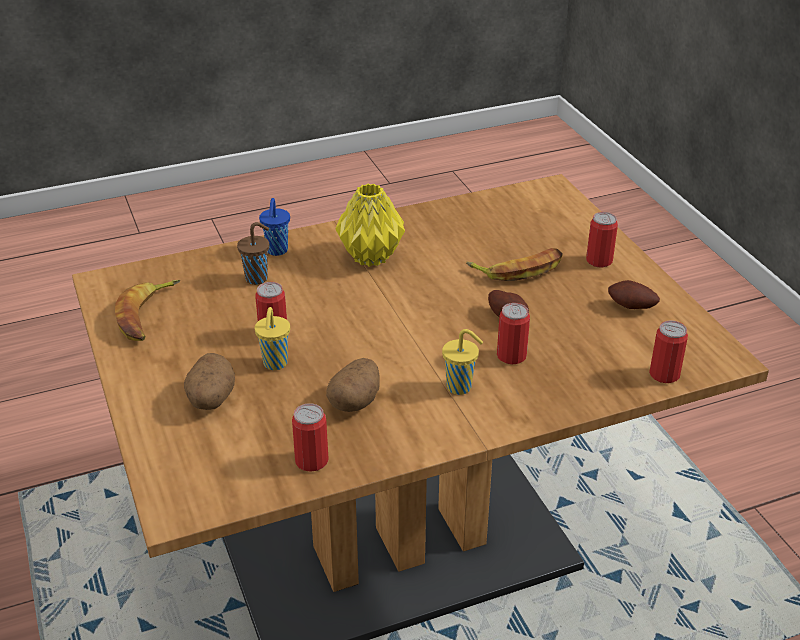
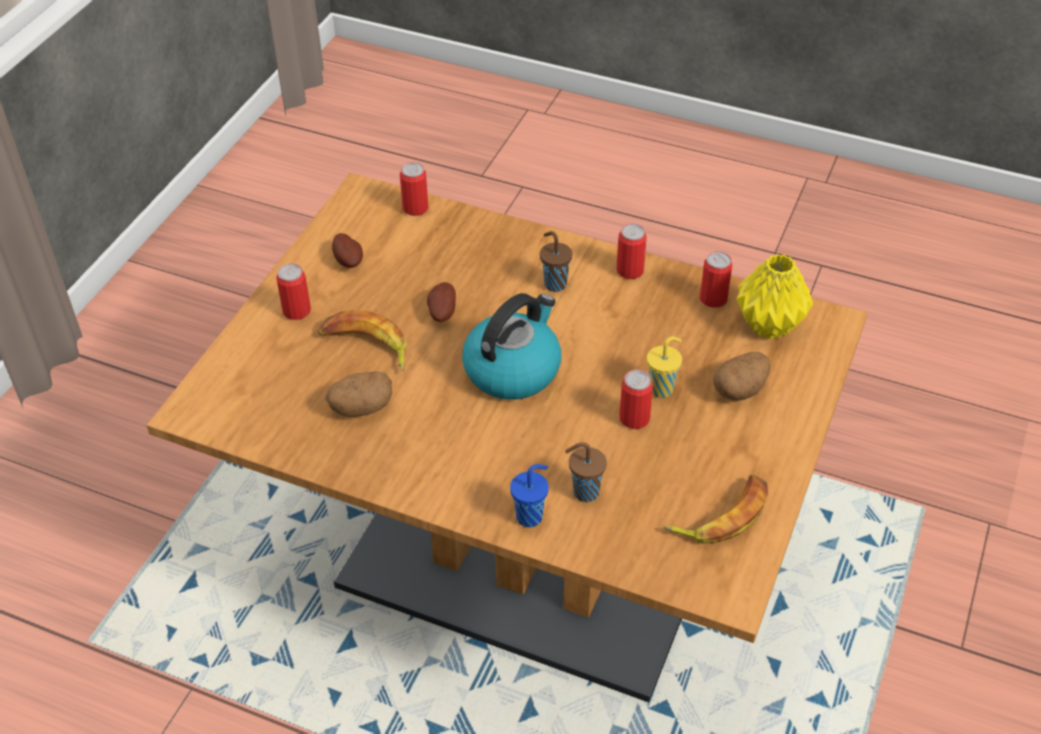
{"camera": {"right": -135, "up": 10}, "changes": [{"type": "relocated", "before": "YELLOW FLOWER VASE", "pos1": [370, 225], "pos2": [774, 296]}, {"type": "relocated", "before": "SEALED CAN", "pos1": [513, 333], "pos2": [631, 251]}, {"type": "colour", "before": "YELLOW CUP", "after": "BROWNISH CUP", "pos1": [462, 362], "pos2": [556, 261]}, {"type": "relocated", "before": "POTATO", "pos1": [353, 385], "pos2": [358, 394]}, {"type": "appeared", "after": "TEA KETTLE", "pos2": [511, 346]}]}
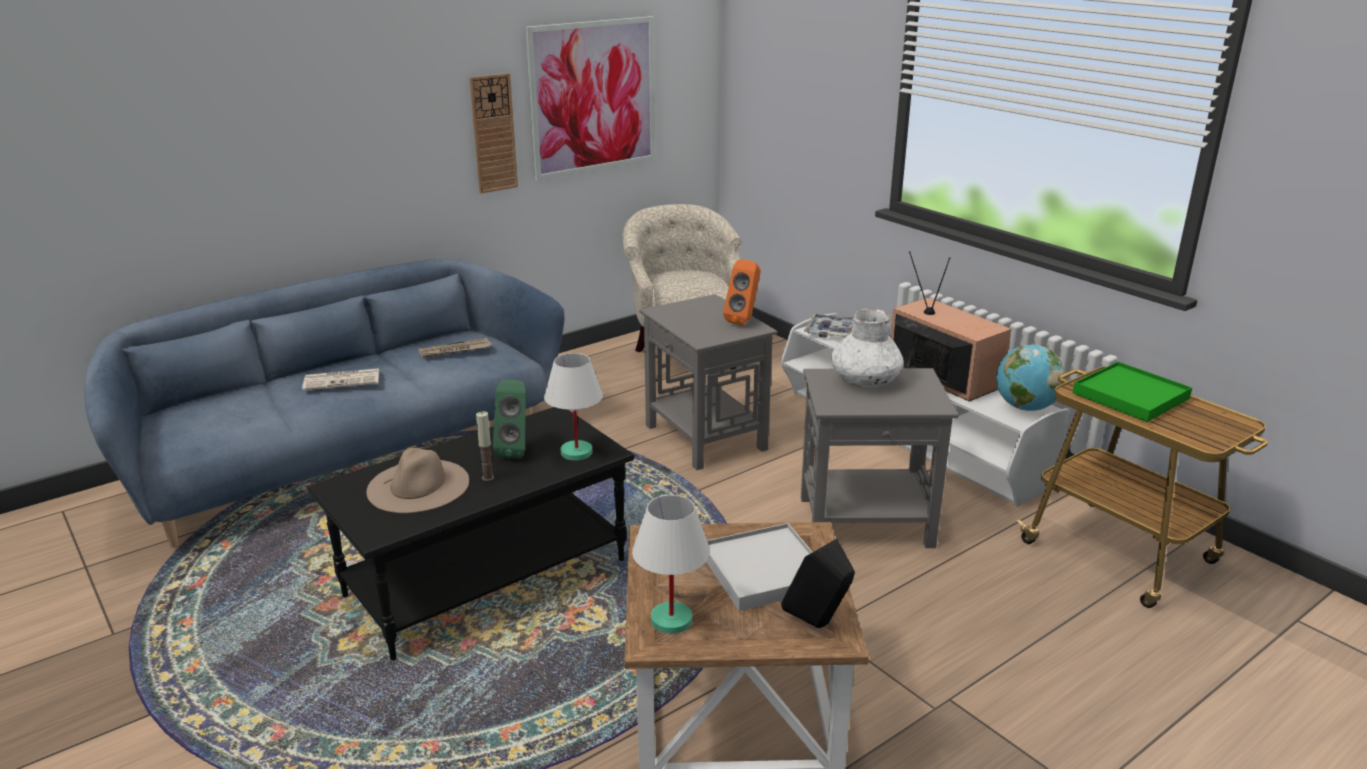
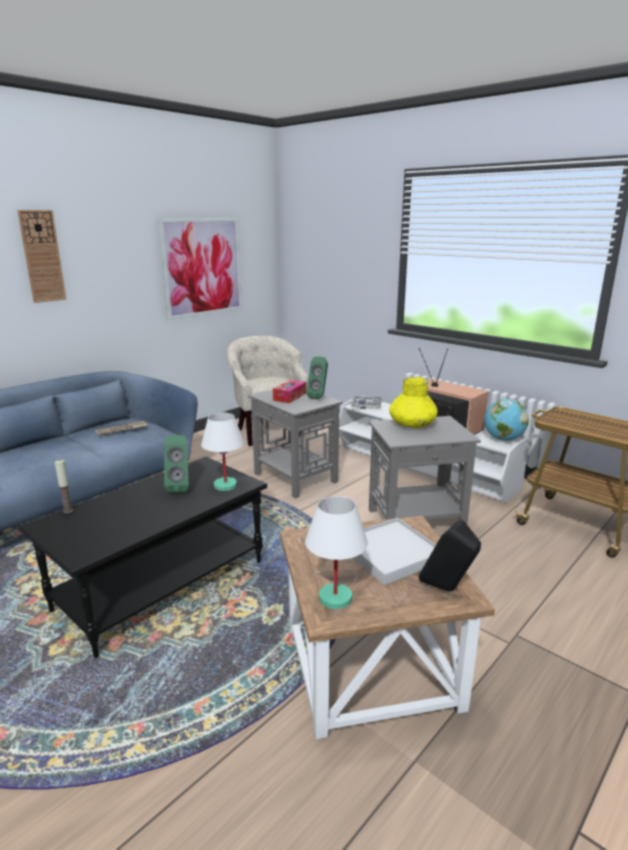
{"camera": {"right": -10, "up": -5}, "changes": [{"type": "relocated", "before": "CLOCK ON THE WALL", "pos1": [493, 133], "pos2": [41, 256]}, {"type": "colour", "before": "ORANGE-COLOURED SPEAKER", "after": "GREEN SPEAKER", "pos1": [742, 292], "pos2": [317, 378]}, {"type": "colour", "before": "WHITE FLOWER VASE", "after": "YELLOW FLOWER VASE", "pos1": [868, 347], "pos2": [413, 402]}, {"type": "missing", "before": "GREEN CARRYING TRAY", "pos1": [1132, 392]}, {"type": "missing", "before": "PRINTED PAPER", "pos1": [340, 379]}, {"type": "relocated", "before": "CANDLE", "pos1": [485, 446], "pos2": [64, 486]}, {"type": "missing", "before": "BEIGE CLOTHING HAT", "pos1": [417, 480]}, {"type": "appeared", "after": "BOX OF TISSUES", "pos2": [289, 391]}]}
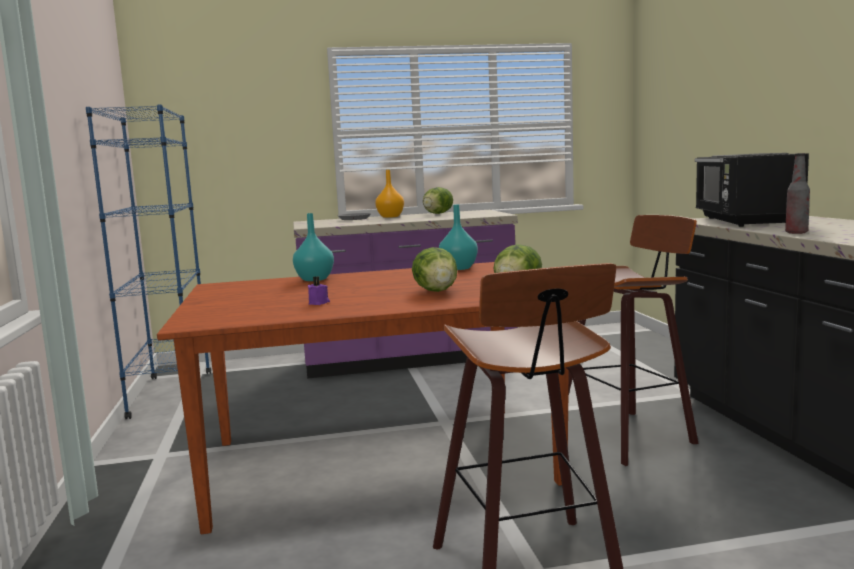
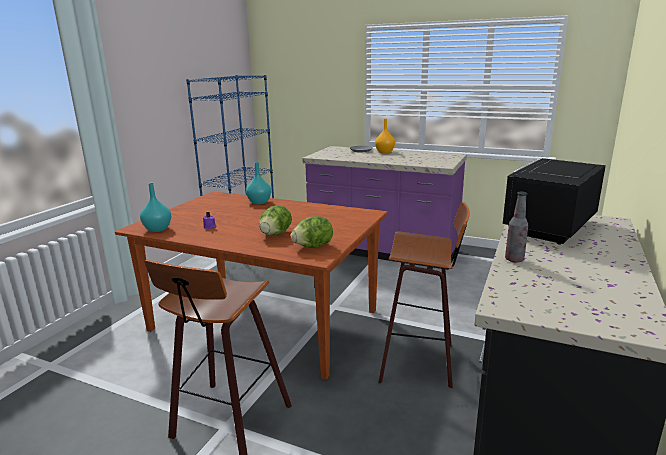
{"camera": {"right": 35, "up": 10}, "changes": [{"type": "missing", "before": "LETTUCE HEAD", "pos1": [438, 200]}, {"type": "relocated", "before": "BLUE-GREEN FLOWER VASE", "pos1": [458, 237], "pos2": [155, 207]}]}
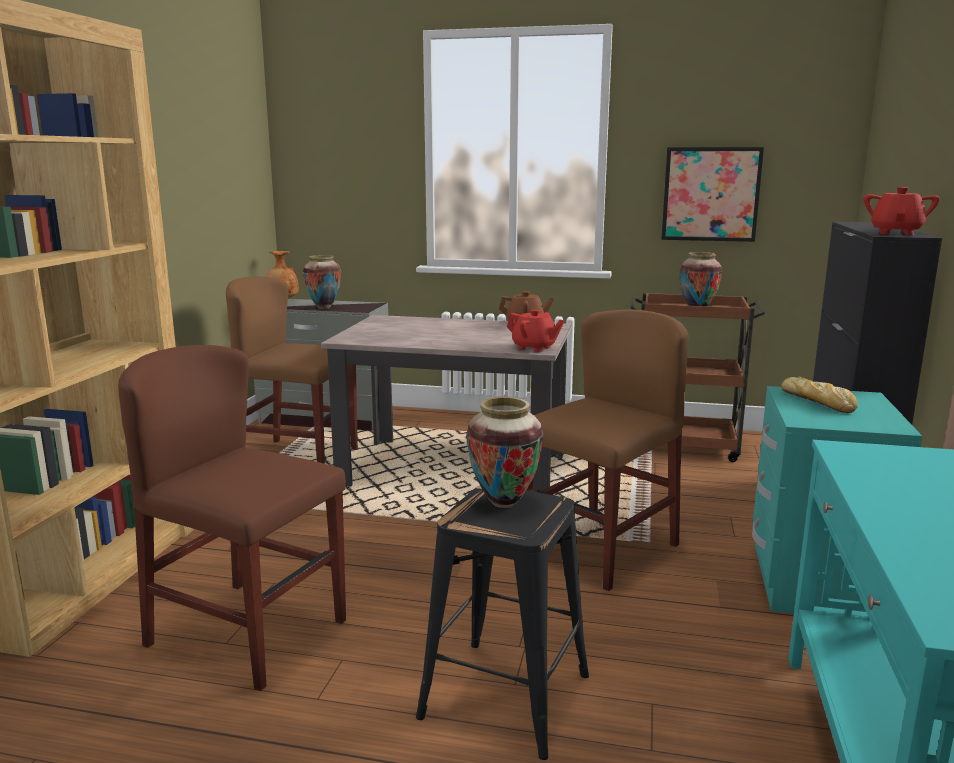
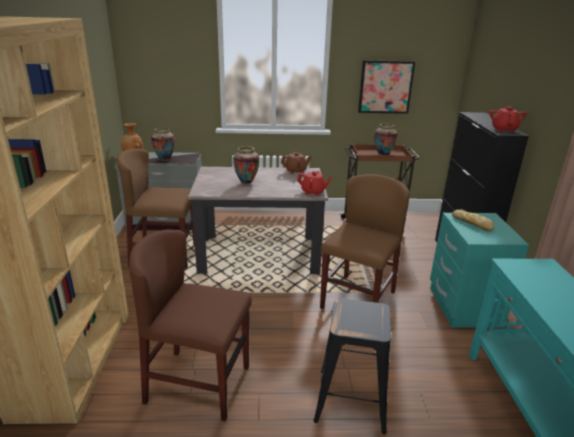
{"camera": {"right": -15, "up": 10}, "changes": [{"type": "relocated", "before": "FLOWER VASE", "pos1": [504, 452], "pos2": [246, 165]}]}
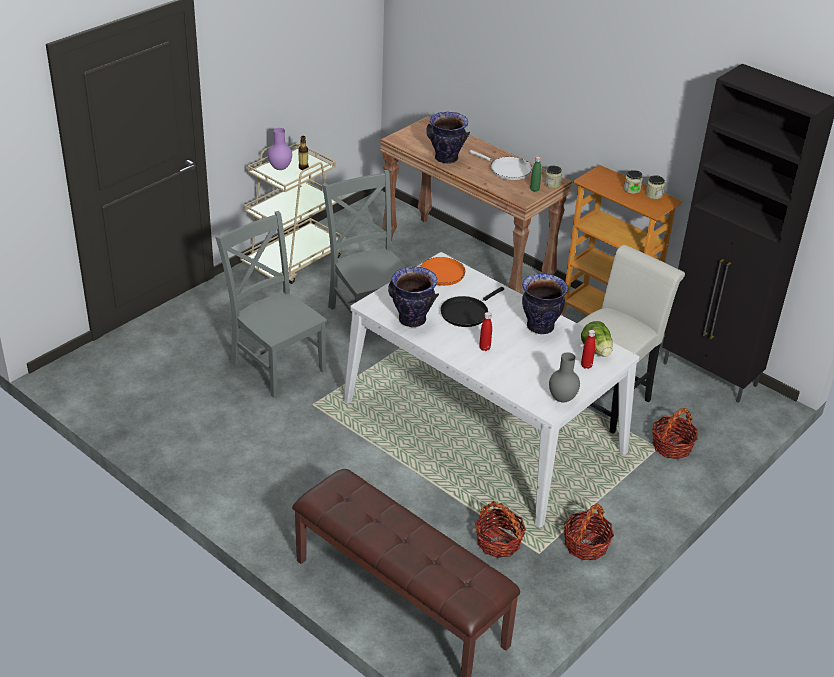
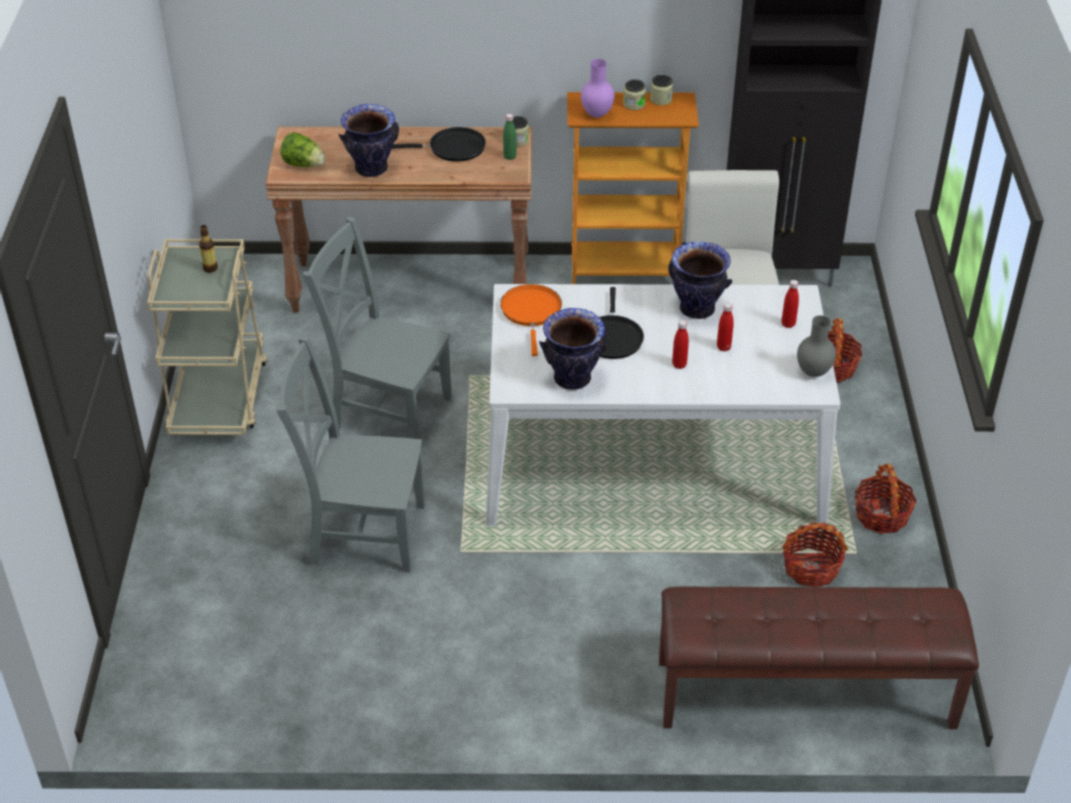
{"camera": {"right": -40, "up": 5}, "changes": [{"type": "relocated", "before": "PURPLE FLOWER VASE", "pos1": [280, 149], "pos2": [598, 88]}, {"type": "colour", "before": "WHITE PAN", "after": "BLACK-COLOURED PAN", "pos1": [500, 165], "pos2": [439, 144]}, {"type": "relocated", "before": "LETTUCE HEAD", "pos1": [597, 339], "pos2": [303, 149]}, {"type": "appeared", "after": "RED-COLOURED BOTTLE", "pos2": [725, 327]}]}
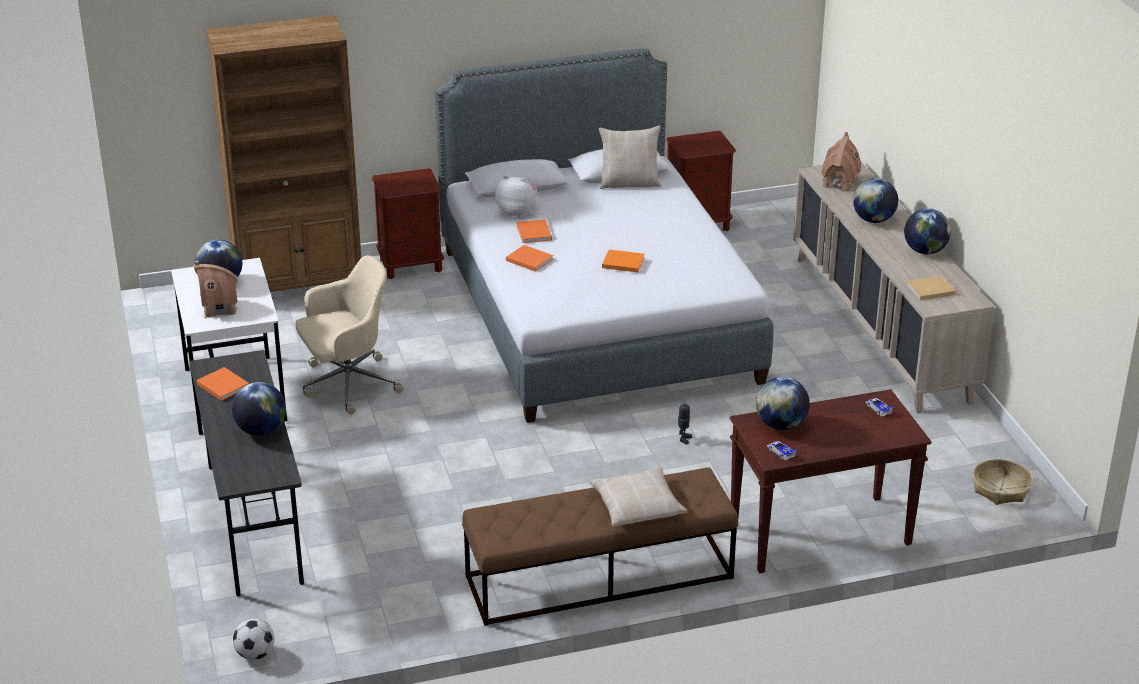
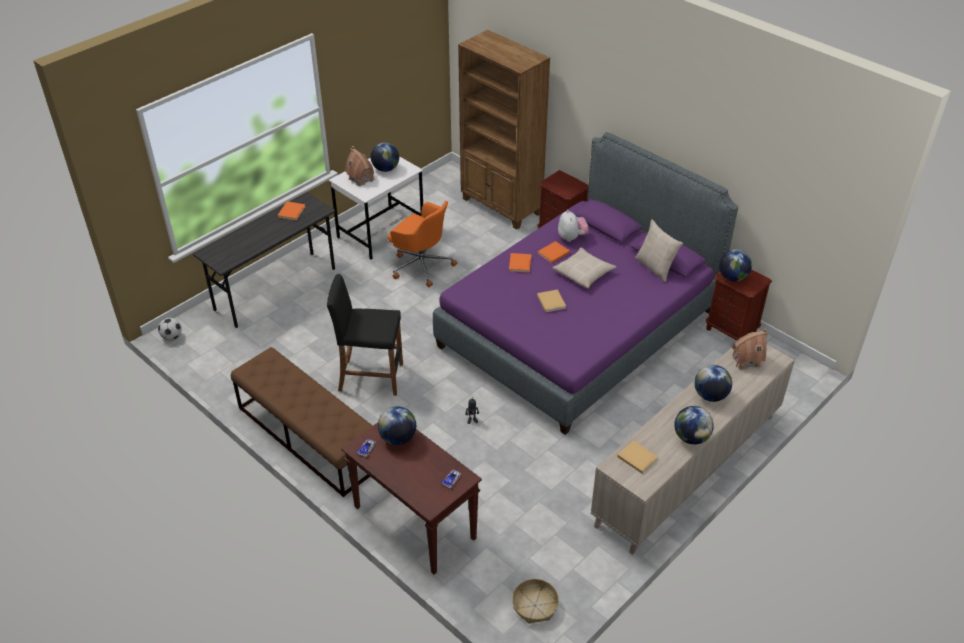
{"camera": {"right": 60, "up": 10}, "changes": [{"type": "colour", "before": "GREY SLEEPING BED", "after": "PURPLE SLEEPING BED", "pos1": [603, 235], "pos2": [585, 283]}, {"type": "colour", "before": "ORANGE-COLOURED BOOK", "after": "BEIGE BOOK", "pos1": [623, 260], "pos2": [551, 301]}, {"type": "colour", "before": "BEIGE DESK CHAIR", "after": "ORANGE-COLOURED DESK CHAIR", "pos1": [350, 335], "pos2": [422, 244]}, {"type": "relocated", "before": "DESK GLOBE", "pos1": [259, 409], "pos2": [735, 265]}, {"type": "relocated", "before": "BEIGE THROW PILLOW", "pos1": [638, 497], "pos2": [584, 268]}, {"type": "appeared", "after": "BLACK-COLOURED STOOL SEAT", "pos2": [365, 335]}]}
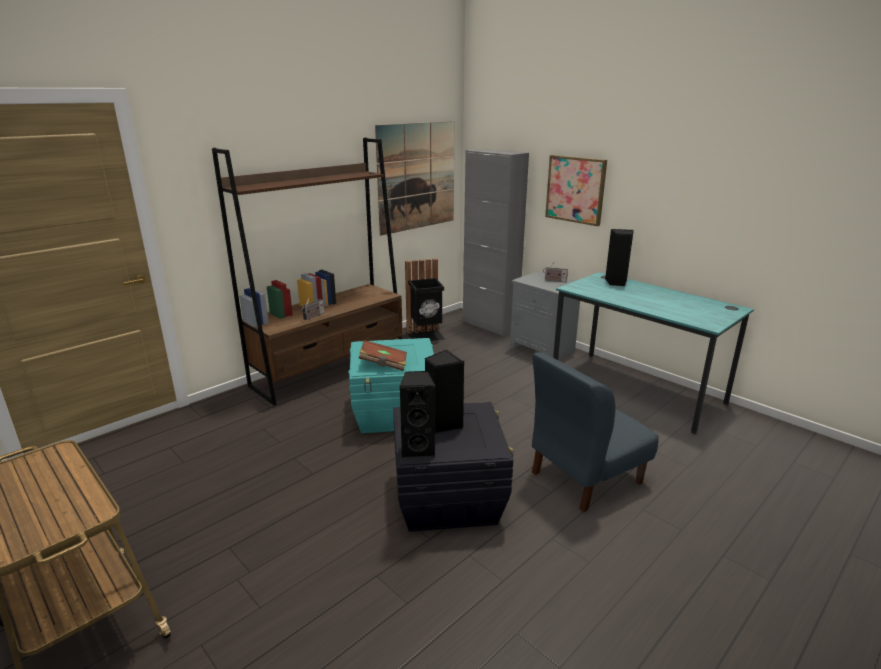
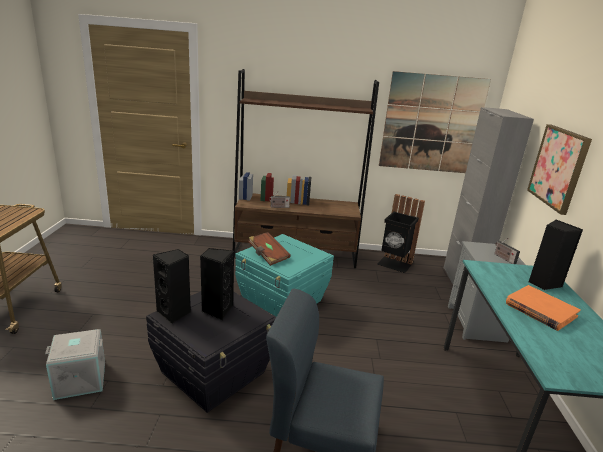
{"camera": {"right": 45, "up": 0}, "changes": [{"type": "appeared", "after": "ORANGE-COLOURED BOOK", "pos2": [543, 308]}, {"type": "appeared", "after": "GREY STORAGE BIN", "pos2": [75, 364]}]}
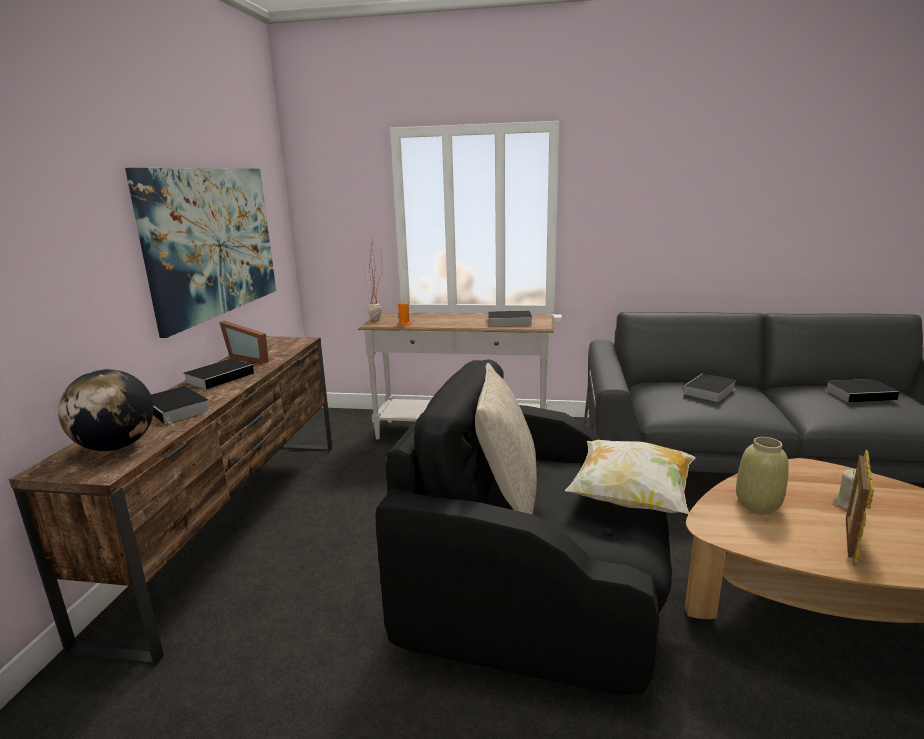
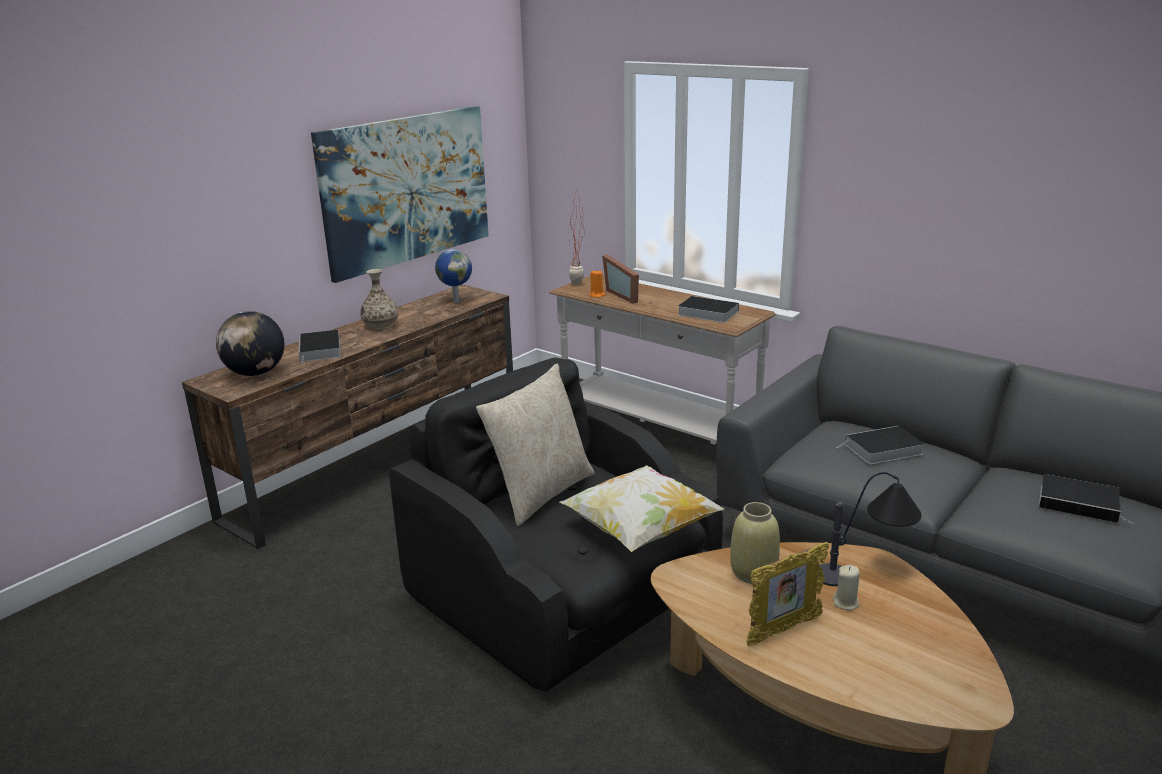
{"camera": {"right": 30, "up": 5}, "changes": [{"type": "relocated", "before": "STANDING FRAME", "pos1": [244, 342], "pos2": [620, 279]}, {"type": "exchanged", "before": "BOOK", "after": "FLOWER VASE", "pos1": [218, 374], "pos2": [379, 299]}, {"type": "appeared", "after": "DESK GLOBE", "pos2": [453, 276]}, {"type": "appeared", "after": "TABLETOP LAMP", "pos2": [870, 529]}]}
